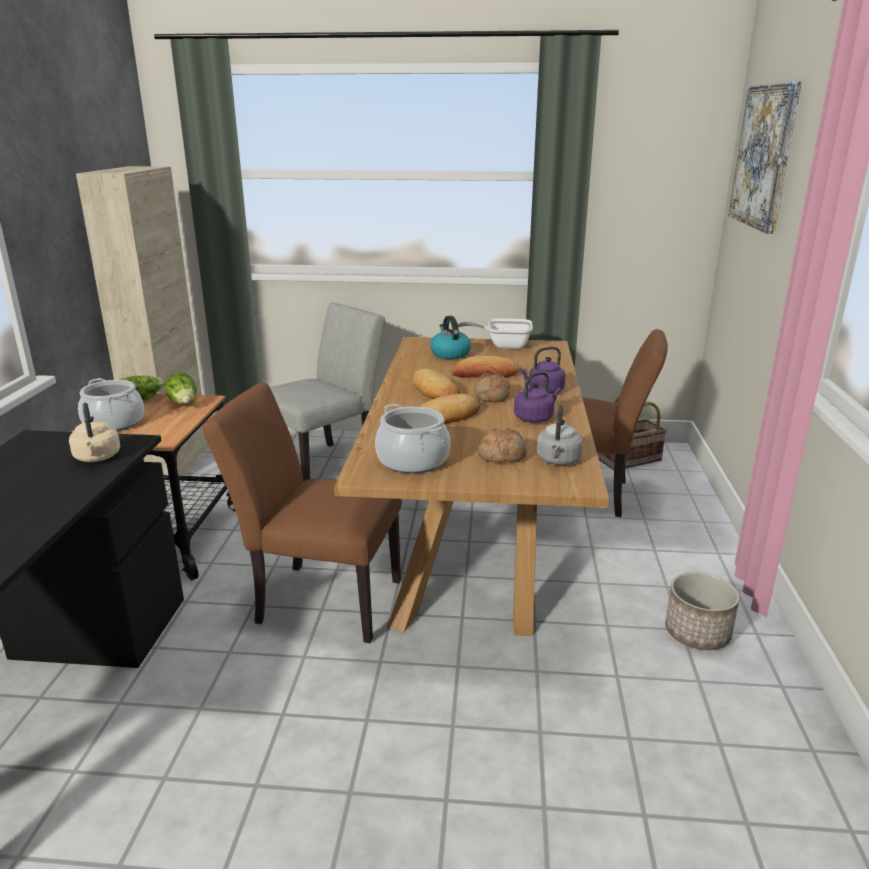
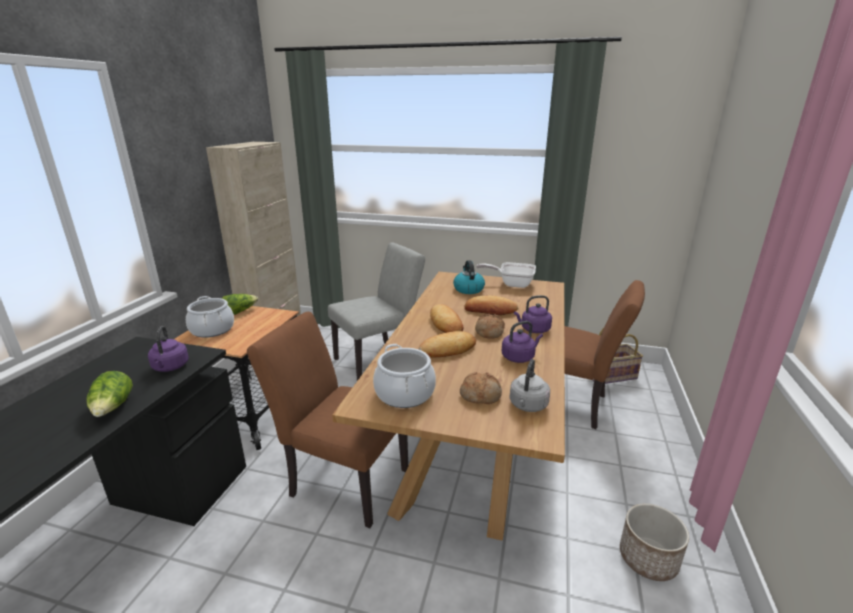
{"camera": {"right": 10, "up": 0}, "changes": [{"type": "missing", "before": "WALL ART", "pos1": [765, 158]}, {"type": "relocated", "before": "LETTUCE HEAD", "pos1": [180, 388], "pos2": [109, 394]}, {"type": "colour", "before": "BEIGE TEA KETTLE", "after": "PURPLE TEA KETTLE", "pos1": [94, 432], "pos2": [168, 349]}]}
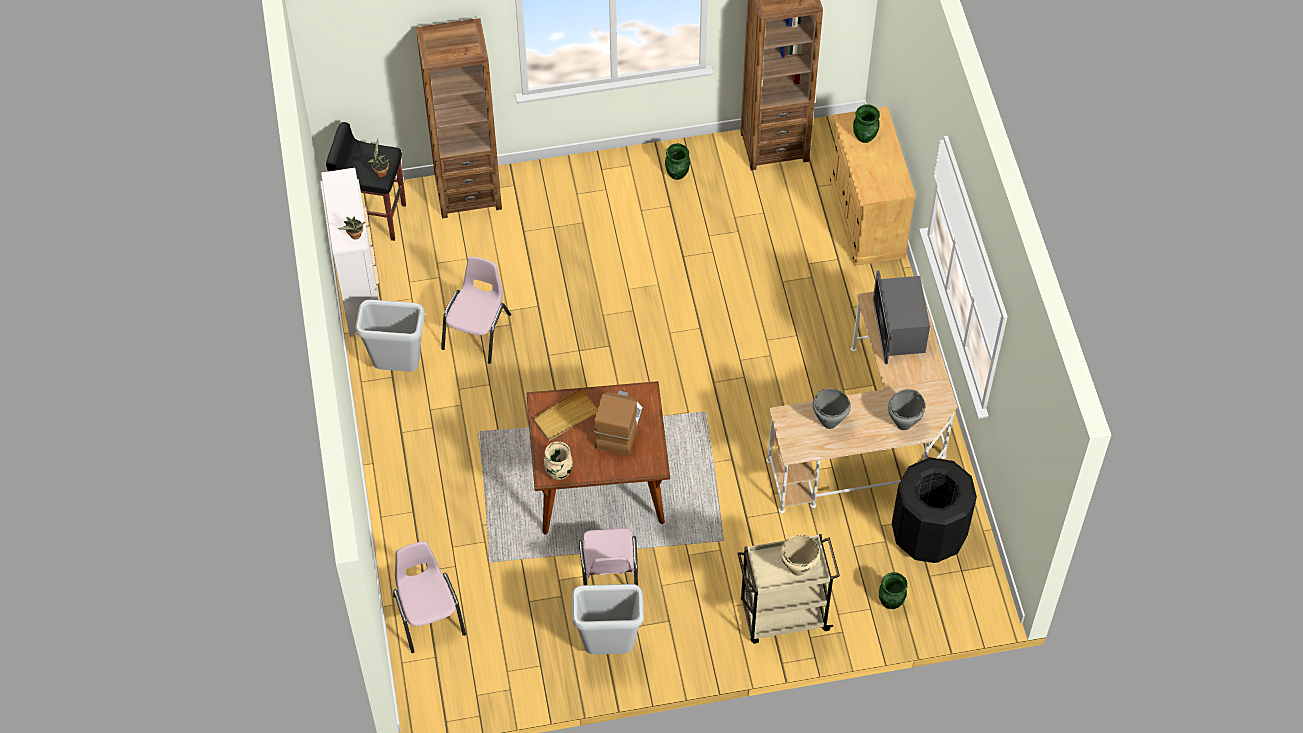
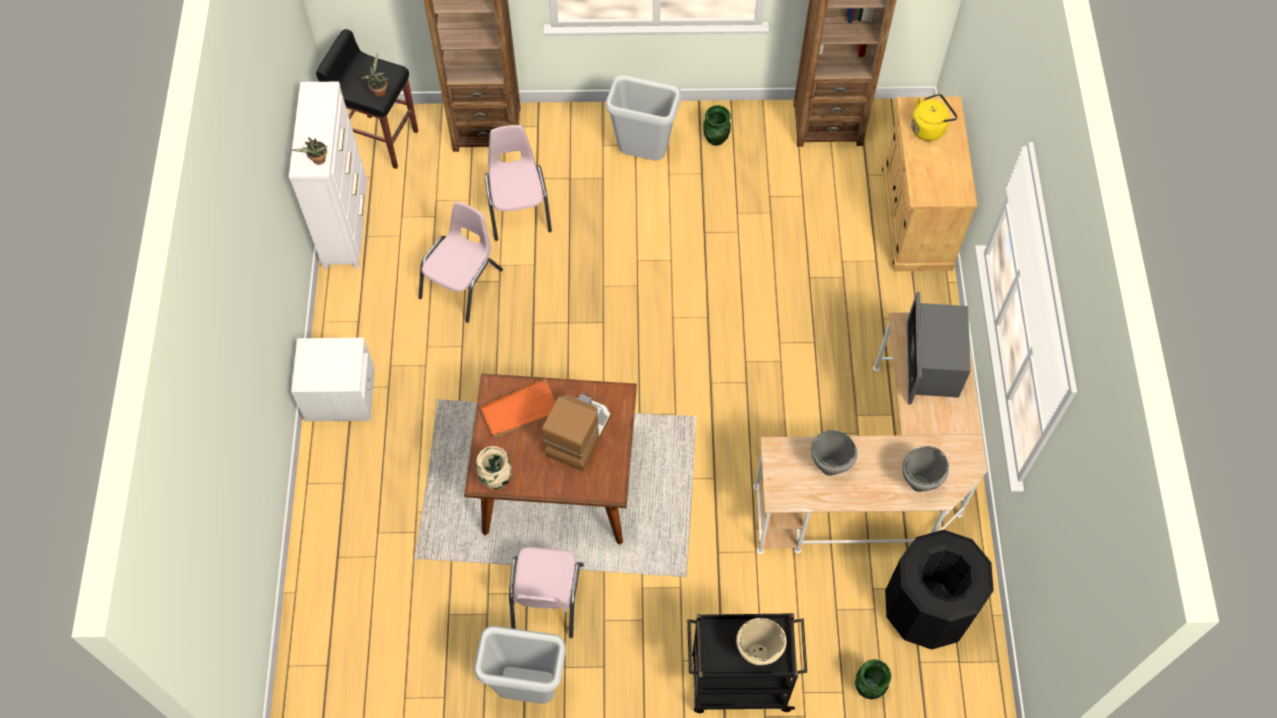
{"camera": {"right": 10, "up": 5}, "changes": [{"type": "exchanged", "before": "GREEN FLOWER VASE", "after": "YELLOW TEA KETTLE", "pos1": [866, 123], "pos2": [934, 117]}, {"type": "relocated", "before": "GREY WASTE BIN", "pos1": [390, 336], "pos2": [643, 118]}, {"type": "colour", "before": "BEIGE CARRYING TRAY", "after": "ORANGE-COLOURED CARRYING TRAY", "pos1": [565, 414], "pos2": [518, 408]}, {"type": "colour", "before": "BEIGE WHEELED CART", "after": "BLACK-COLOURED WHEELED CART", "pos1": [789, 589], "pos2": [747, 663]}, {"type": "relocated", "before": "PINK UPRIGHT CHAIR", "pos1": [429, 597], "pos2": [518, 183]}, {"type": "appeared", "after": "WHITE BEDSIDE TABLE", "pos2": [333, 380]}]}
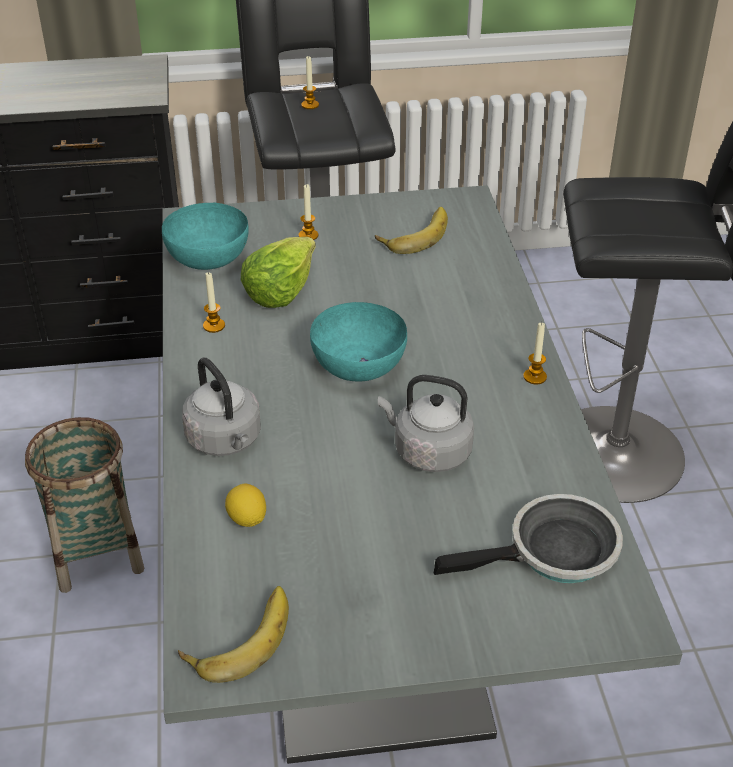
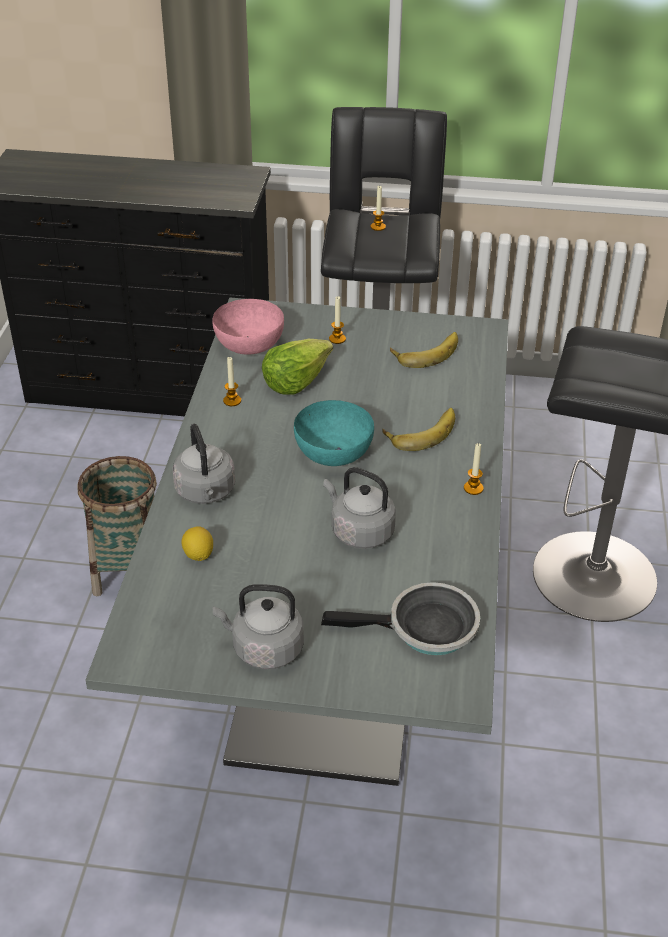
{"camera": {"right": 15, "up": 0}, "changes": [{"type": "colour", "before": "BLUE-GREEN BOWL", "after": "PINK BOWL", "pos1": [205, 236], "pos2": [248, 326]}, {"type": "relocated", "before": "WHOLE BANANA", "pos1": [233, 634], "pos2": [418, 429]}, {"type": "appeared", "after": "GREY TEA KETTLE", "pos2": [258, 626]}]}
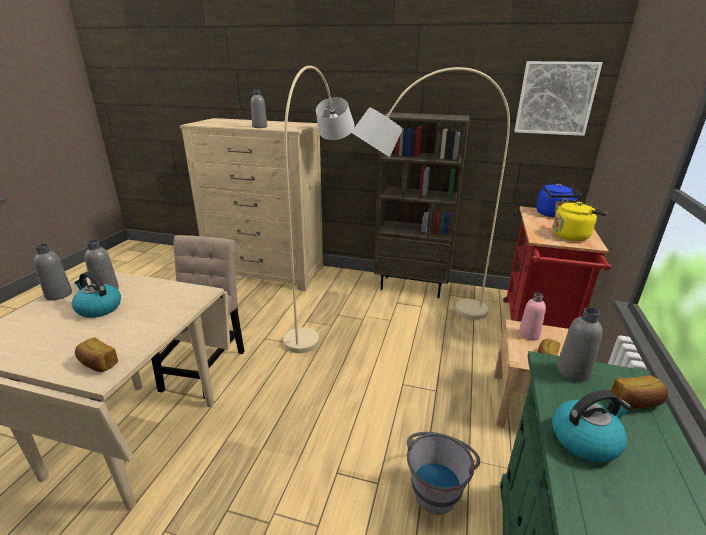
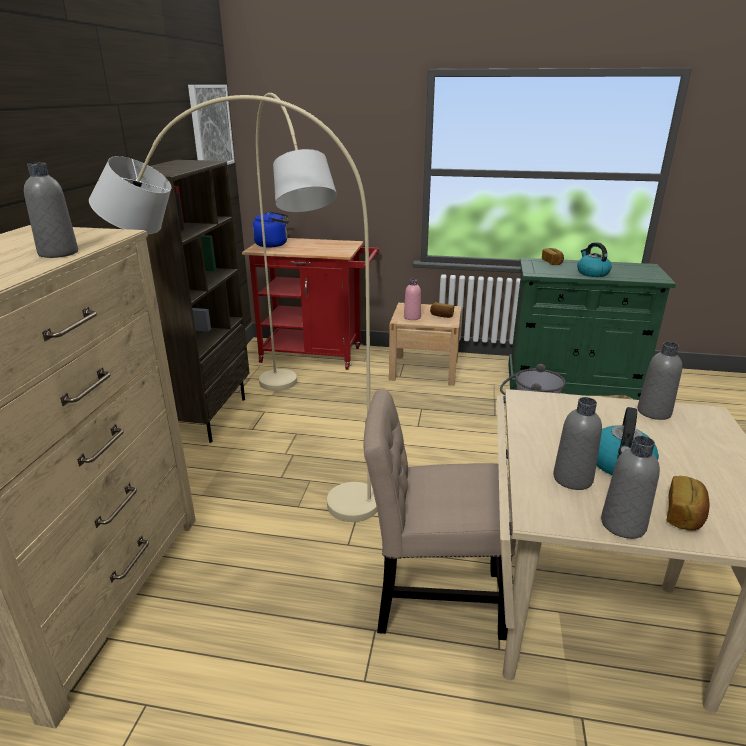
{"camera": {"right": -95, "up": 0}, "changes": [{"type": "missing", "before": "YELLOW TEA KETTLE", "pos1": [580, 220]}, {"type": "relocated", "before": "GREY BOTTLE", "pos1": [580, 344], "pos2": [659, 381]}, {"type": "relocated", "before": "BREAD", "pos1": [96, 354], "pos2": [688, 503]}]}
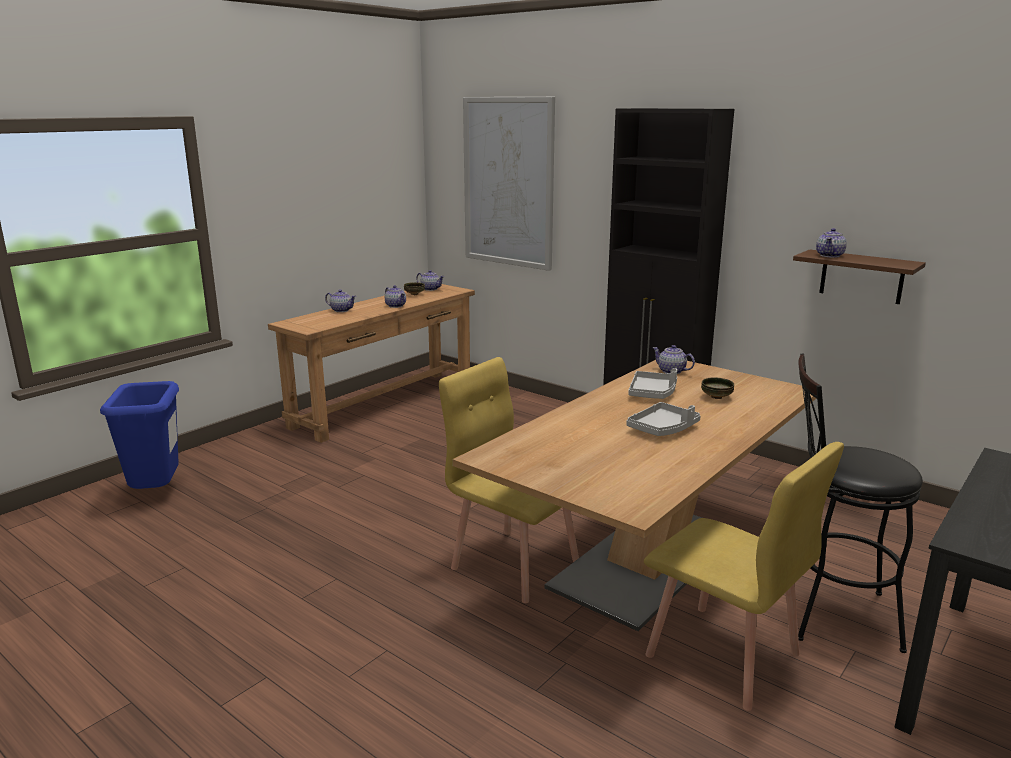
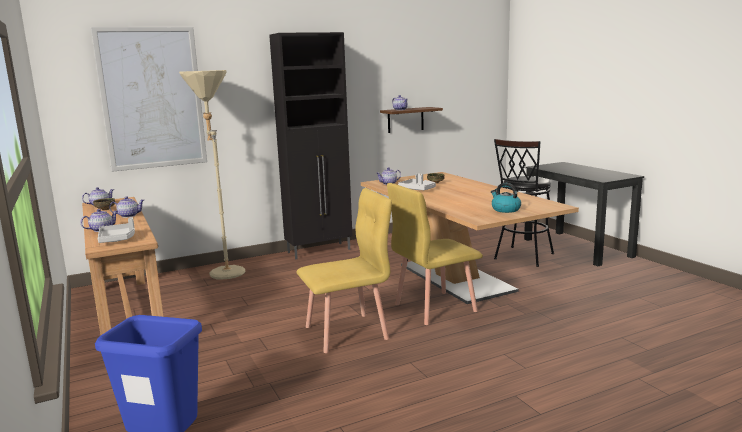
{"camera": {"right": -65, "up": -5}, "changes": [{"type": "relocated", "before": "GREY CARRYING TRAY", "pos1": [663, 419], "pos2": [116, 230]}, {"type": "relocated", "before": "YELLOW UPRIGHT CHAIR", "pos1": [744, 576], "pos2": [344, 270]}, {"type": "appeared", "after": "BEIGE FLOOR LAMP", "pos2": [212, 174]}, {"type": "appeared", "after": "TEA KETTLE", "pos2": [506, 198]}]}
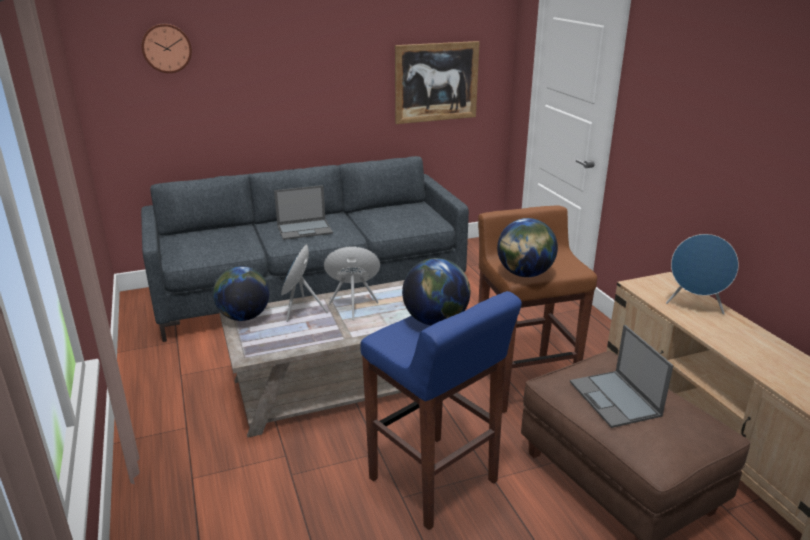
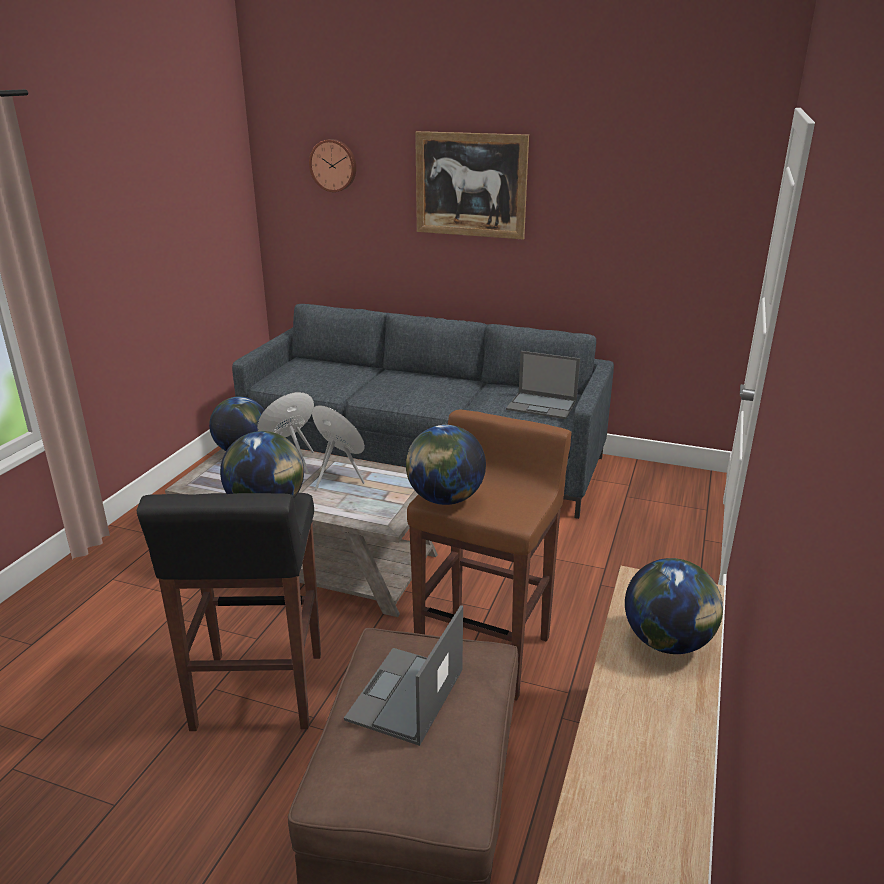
{"camera": {"right": 40, "up": 0}, "changes": [{"type": "relocated", "before": "WALL ART", "pos1": [437, 82], "pos2": [472, 185]}, {"type": "relocated", "before": "PORTABLE COMPUTER", "pos1": [303, 212], "pos2": [543, 385]}, {"type": "exchanged", "before": "BLUISH SPEAKER", "after": "DESK GLOBE", "pos1": [702, 274], "pos2": [674, 606]}, {"type": "colour", "before": "BLUISH STOOL SEAT", "after": "BLACK-COLOURED STOOL SEAT", "pos1": [441, 410], "pos2": [229, 612]}]}
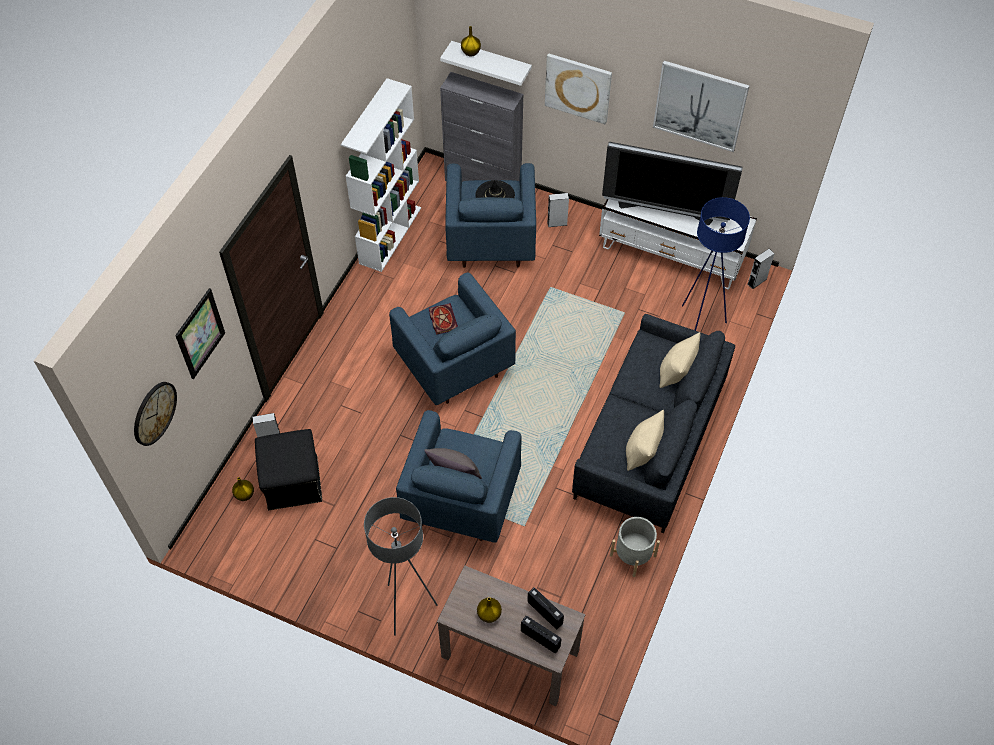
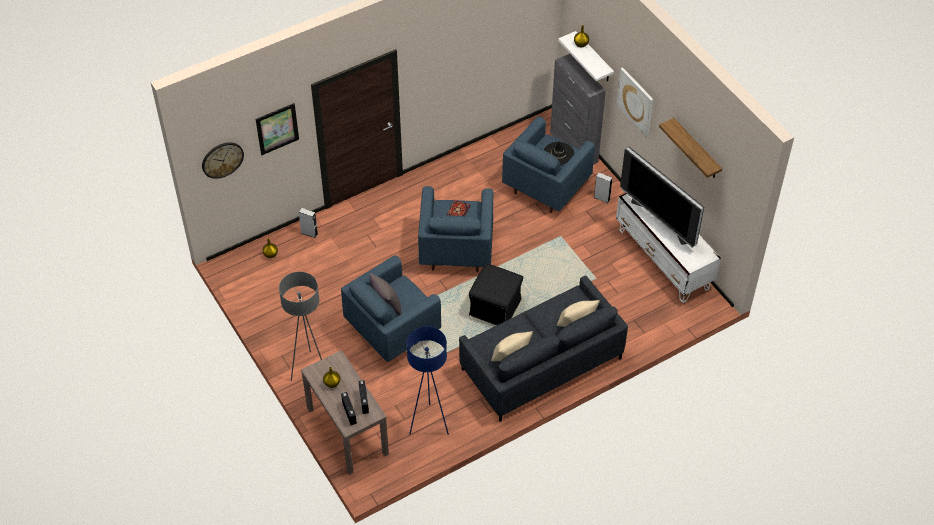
{"camera": {"right": 35, "up": -5}, "changes": [{"type": "exchanged", "before": "WALL ART", "after": "SHELF", "pos1": [701, 106], "pos2": [690, 148]}, {"type": "missing", "before": "WHITE BOOKCASE", "pos1": [381, 175]}, {"type": "relocated", "before": "BLUISH FLOOR LAMP", "pos1": [716, 264], "pos2": [428, 380]}, {"type": "missing", "before": "GREY SPEAKER", "pos1": [761, 269]}, {"type": "relocated", "before": "BLACK-COLOURED OTTOMAN", "pos1": [288, 469], "pos2": [496, 294]}, {"type": "missing", "before": "GREY PLANT POT", "pos1": [635, 547]}]}
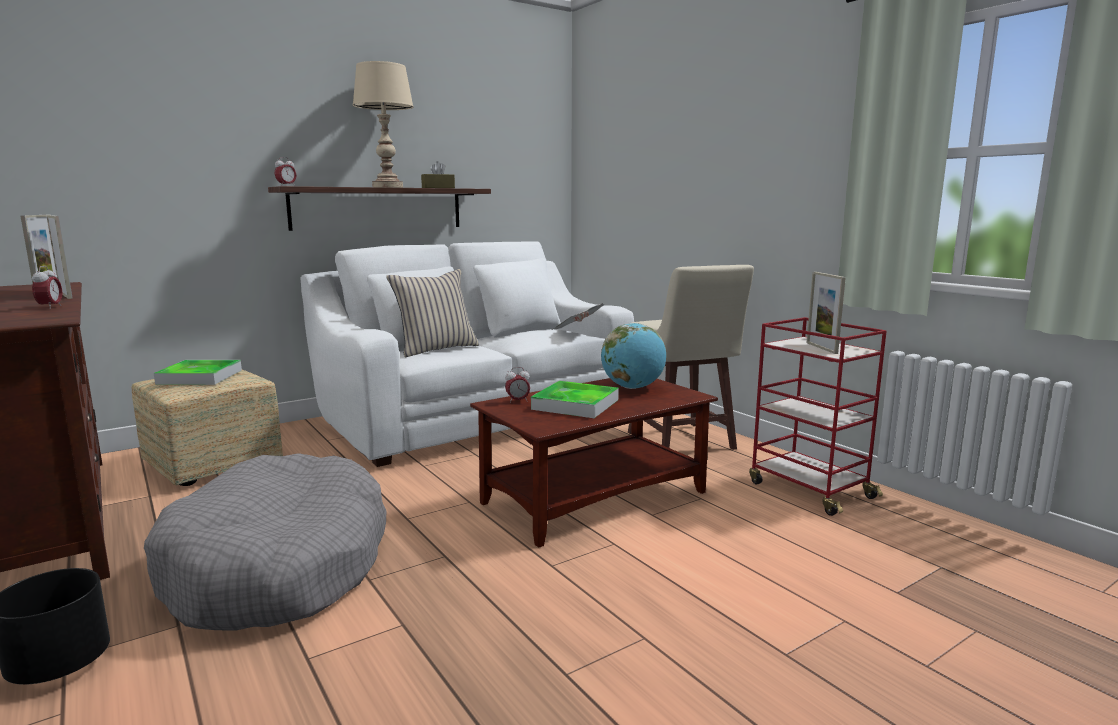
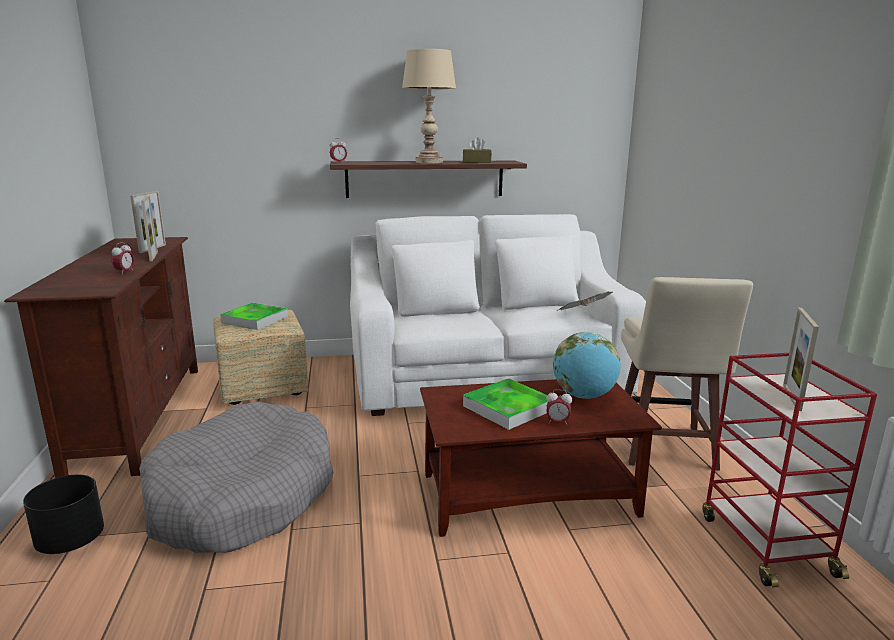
{"camera": {"right": 25, "up": 5}, "changes": [{"type": "missing", "before": "BEIGE THROW PILLOW", "pos1": [432, 313]}, {"type": "relocated", "before": "BEDSIDE CLOCK", "pos1": [517, 385], "pos2": [559, 407]}]}
